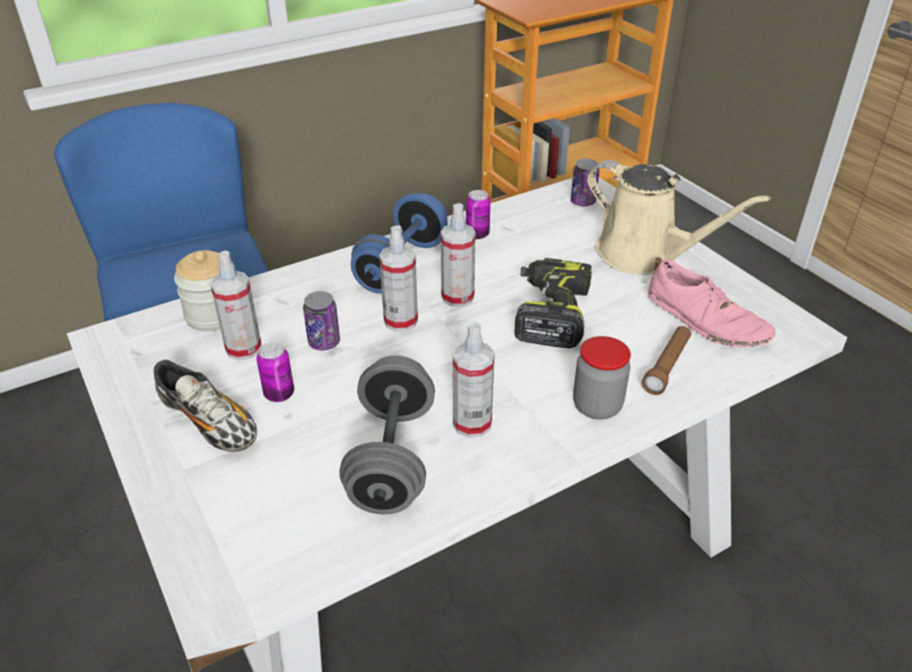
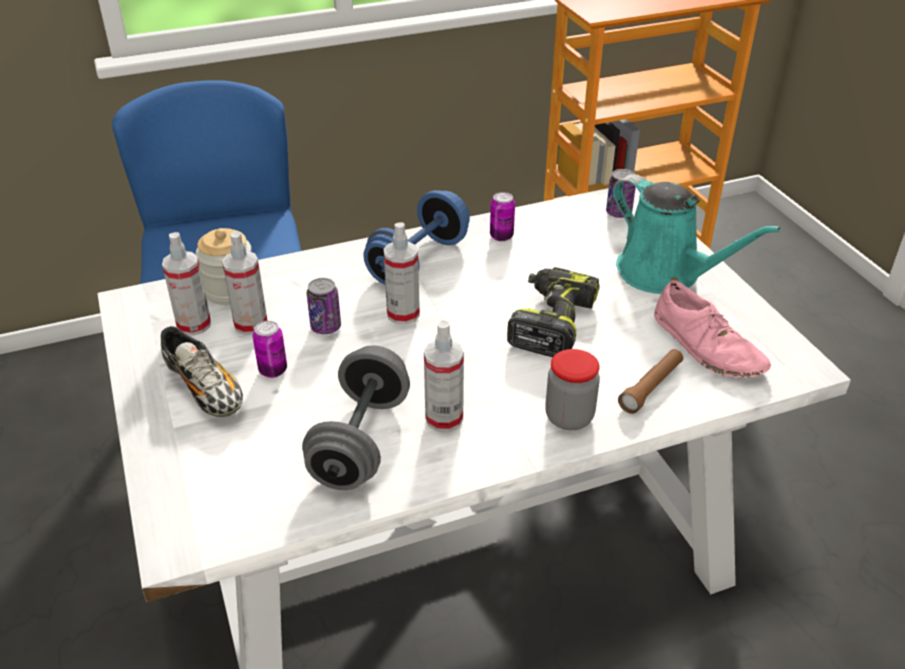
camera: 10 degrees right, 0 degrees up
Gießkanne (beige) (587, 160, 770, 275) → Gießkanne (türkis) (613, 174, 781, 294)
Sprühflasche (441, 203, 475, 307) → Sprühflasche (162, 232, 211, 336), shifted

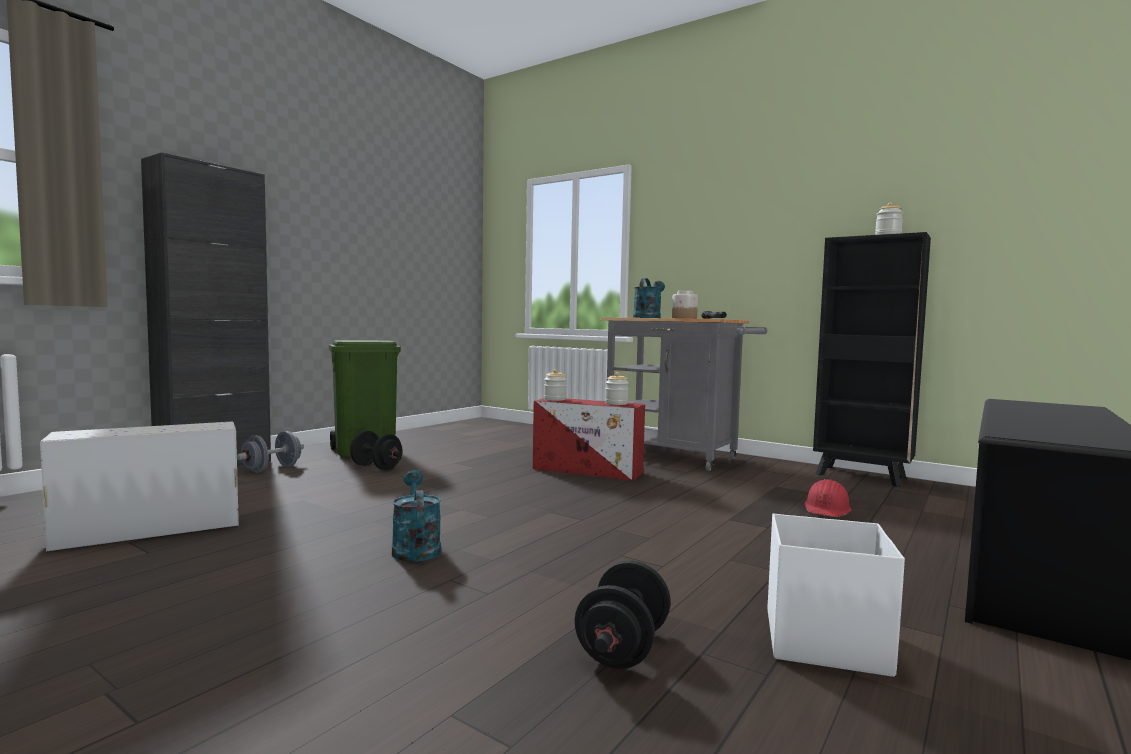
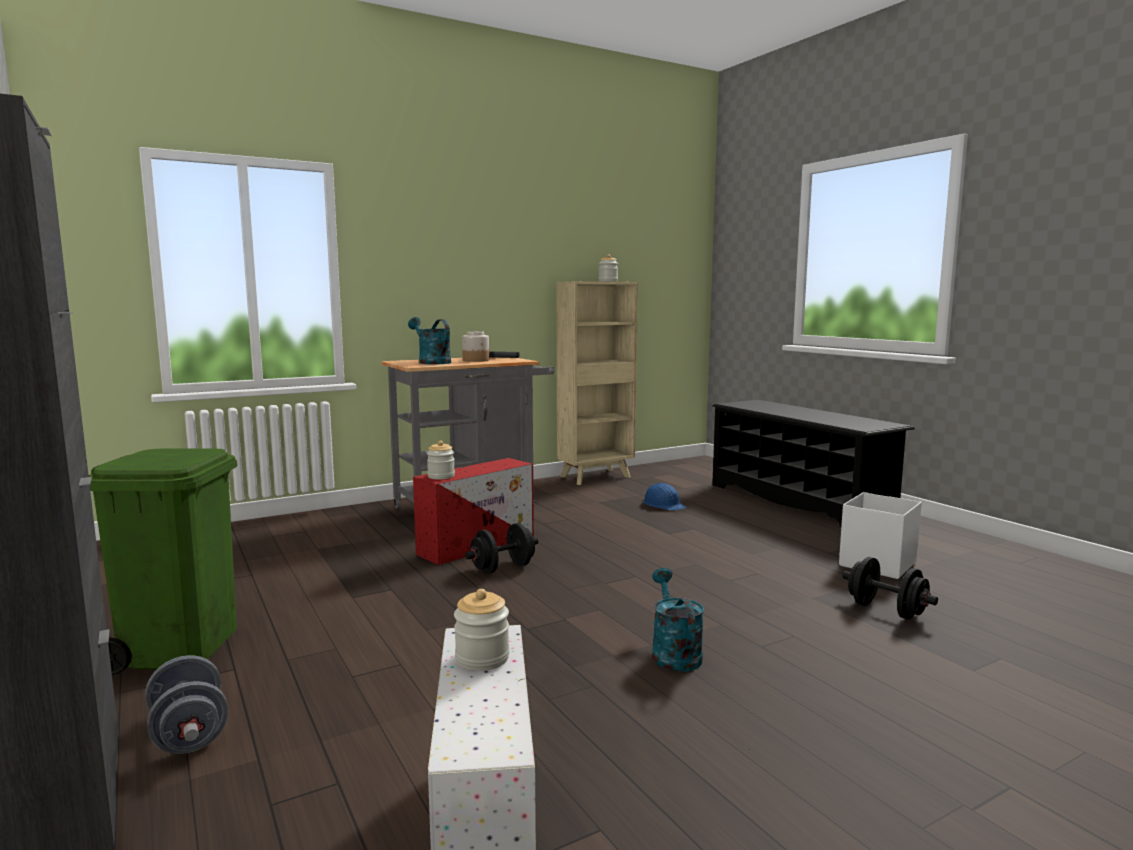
camera: 65 degrees left, 5 degrees up
Bücherregal (schwarz) (813, 232, 931, 487) → Bücherregal (beige) (557, 281, 638, 485)
Vorratsglas (605, 372, 629, 405) → Vorratsglas (454, 589, 509, 671), shifted
Hantel (schwarz) (350, 431, 403, 470) → Hantel (schwarz) (465, 523, 538, 574), shifted
Gießkanne (türkis) (392, 470, 441, 562) → Gießkanne (türkis) (652, 568, 704, 672), 75 degrees clockwise
Schutzhelm (rot) (804, 479, 851, 517) → Schutzhelm (blau) (643, 483, 686, 511)

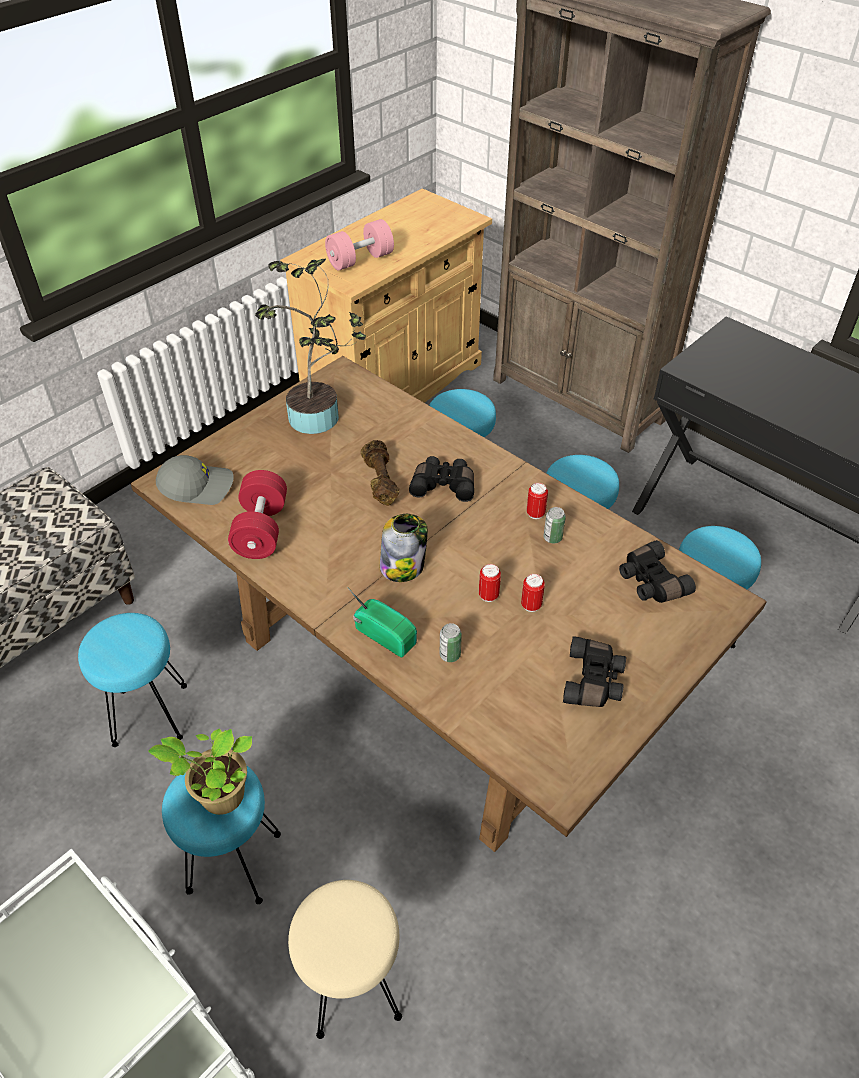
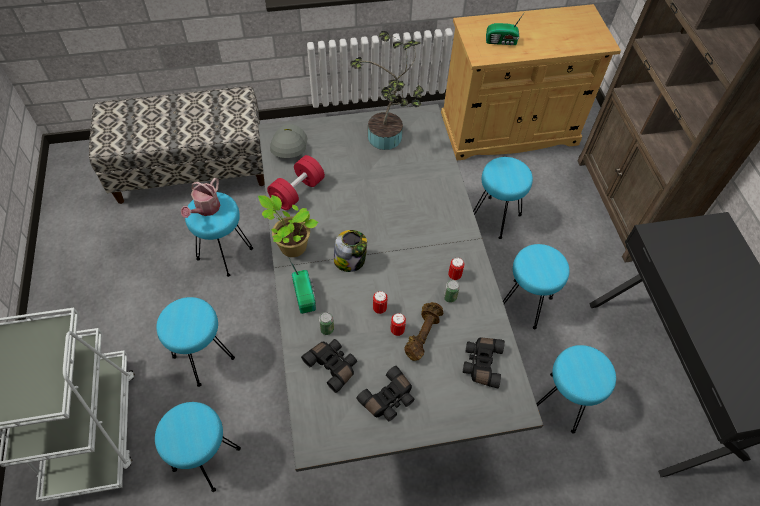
camera: 35 degrees right, 10 degrees up
Hantel (rosa) (325, 219, 394, 271) → Radio (486, 12, 525, 45)
Esstisch (braun) (130, 356, 767, 852) → Esstisch (grau) (258, 104, 543, 472)
Hantel (braun) (360, 440, 399, 506) → Hantel (braun) (404, 302, 443, 361), shifted
Kappe (grau) (156, 455, 234, 505) → Kappe (grau) (270, 124, 307, 158), 120 degrees counterclockwise
Fernglas (schwarz) (409, 456, 474, 502) → Fernglas (schwarz) (301, 339, 357, 393), shifted
Topfpflanze (148, 728, 252, 815) → Topfpflanze (258, 195, 319, 257), shifted
Hocker (beige) (288, 880, 402, 1039) → Hocker (türkis) (155, 402, 241, 492)
- → Gießkanne (181, 178, 220, 218)

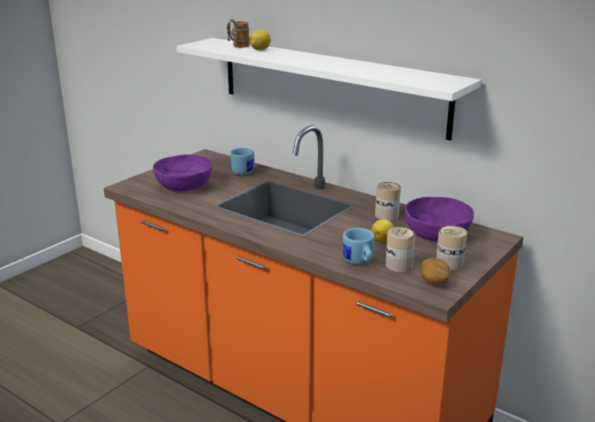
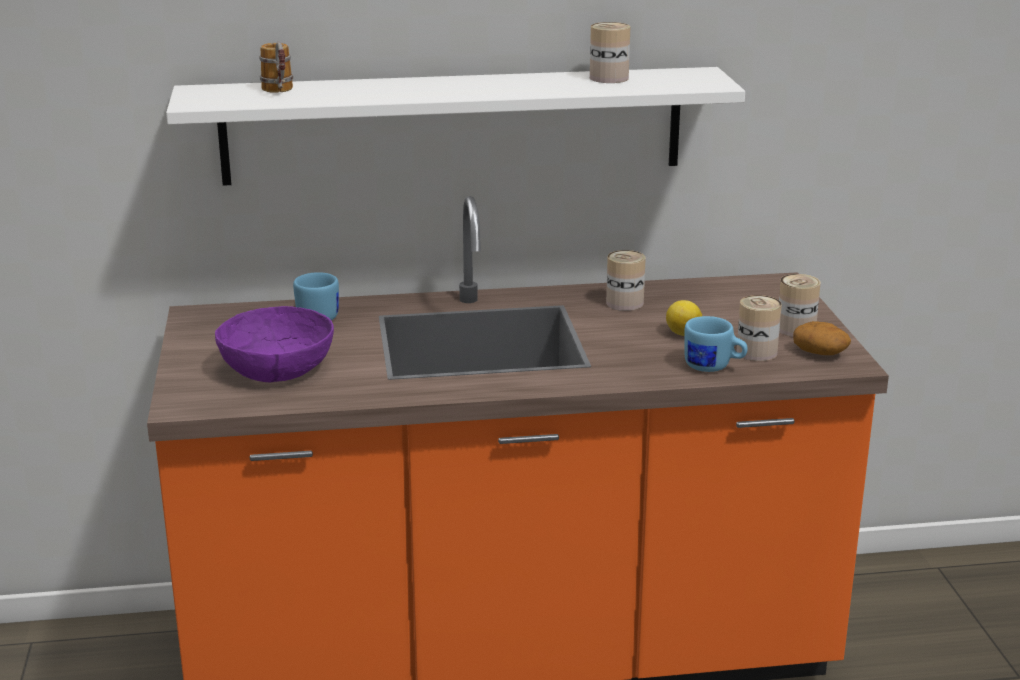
camera: 45 degrees left, 0 degrees up
Zitrone (250, 30, 271, 50) → -
Schüssel (lila) (405, 197, 474, 241) → -
- → Dose (590, 22, 630, 83)

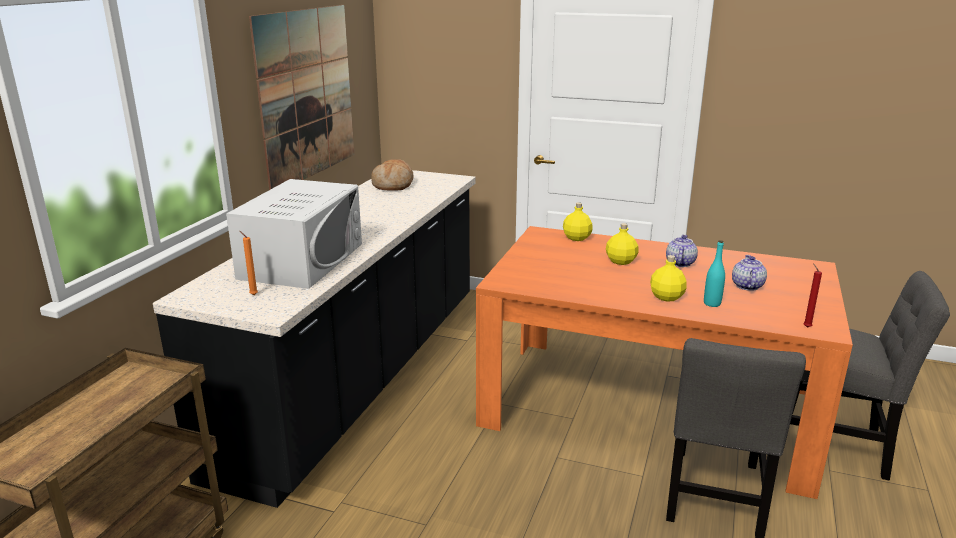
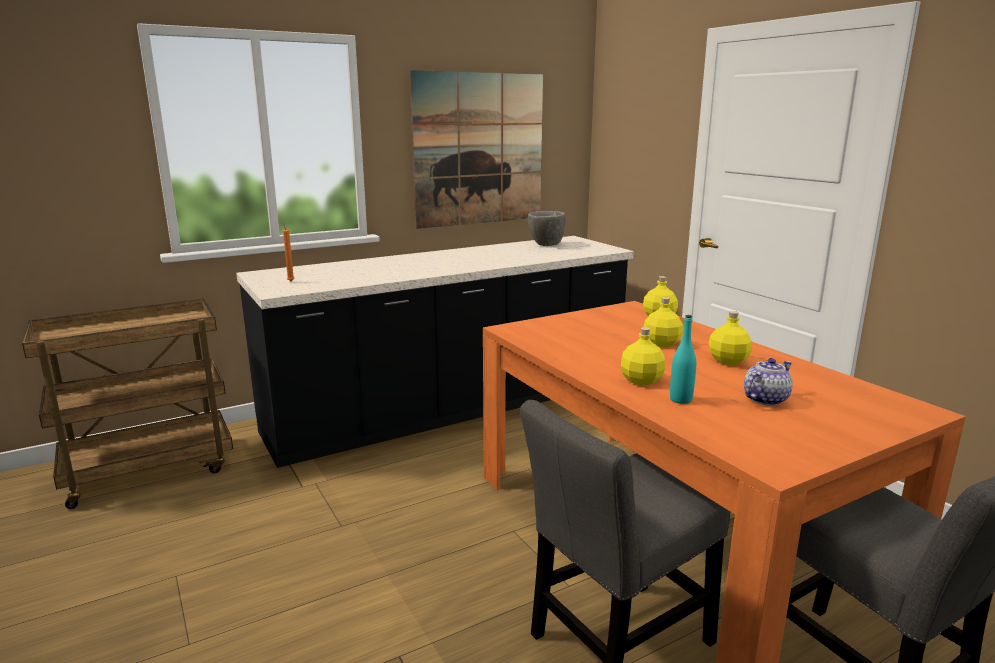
camera: 40 degrees right, 5 degrees down
Brot (371, 159, 414, 191) → Schüssel (grau) (528, 211, 566, 246)
Mikrowelle (weiß) (226, 179, 362, 289) → -
Teekanne (666, 235, 698, 267) → Flasche (gelb) (708, 311, 752, 365)
Kerze (rot) (804, 263, 822, 328) → -

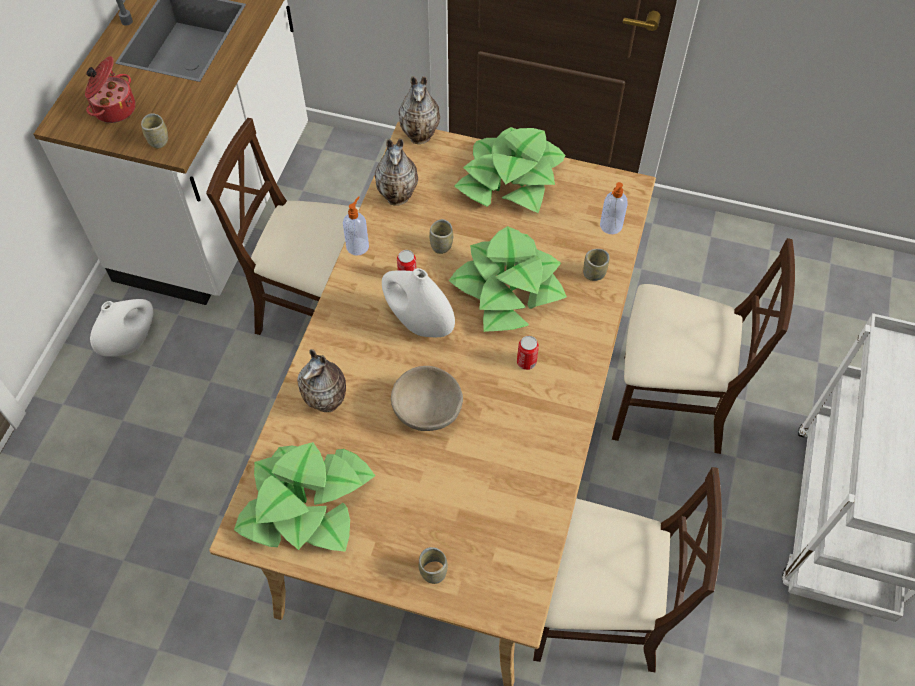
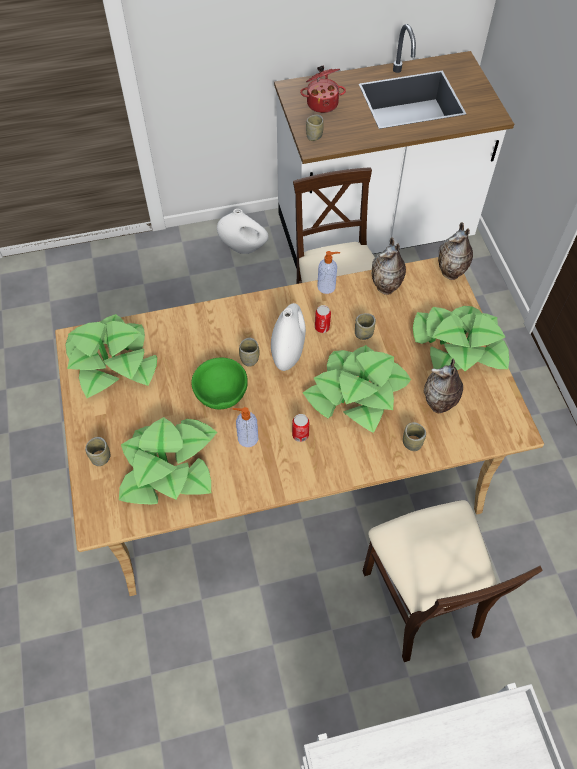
camera: 60 degrees right, 0 degrees up
Seifenspender (600, 182, 628, 234) → Seifenspender (233, 407, 258, 447), shifted
Vase (297, 349, 346, 412) → Vase (424, 359, 463, 413), shifted
Schüssel (beige) (391, 366, 463, 431) → Schüssel (grün) (191, 357, 248, 409)
Stuhl (beige) (533, 467, 722, 672) → -
- → Tasse (239, 338, 260, 367)
- → Topfpflanze (119, 417, 217, 505)

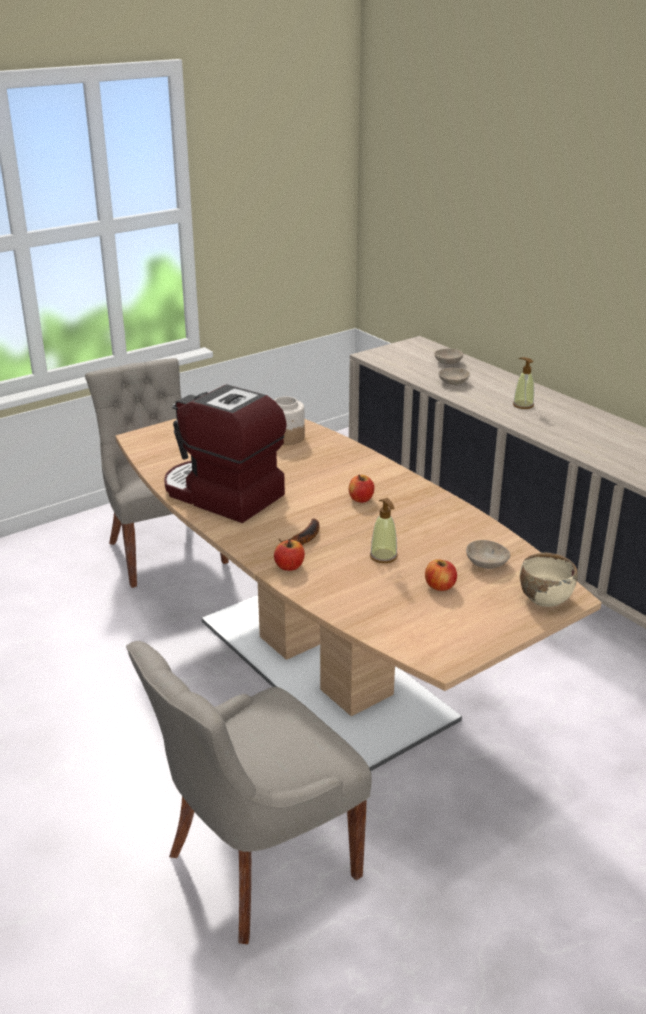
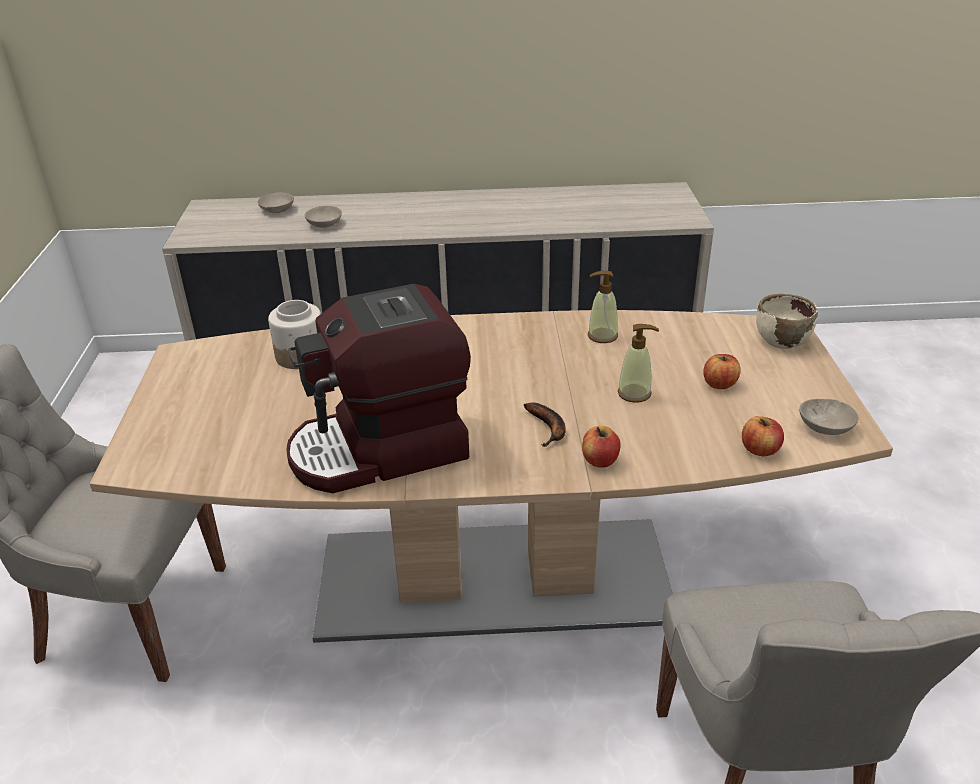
camera: 55 degrees left, 5 degrees up
Seifenspender (513, 357, 534, 409) → Seifenspender (588, 271, 618, 343), shifted
Apfel (349, 474, 374, 503) → Apfel (742, 416, 784, 456), shifted
Schüssel (beige) (466, 540, 510, 569) → Schüssel (beige) (799, 399, 858, 435), shifted

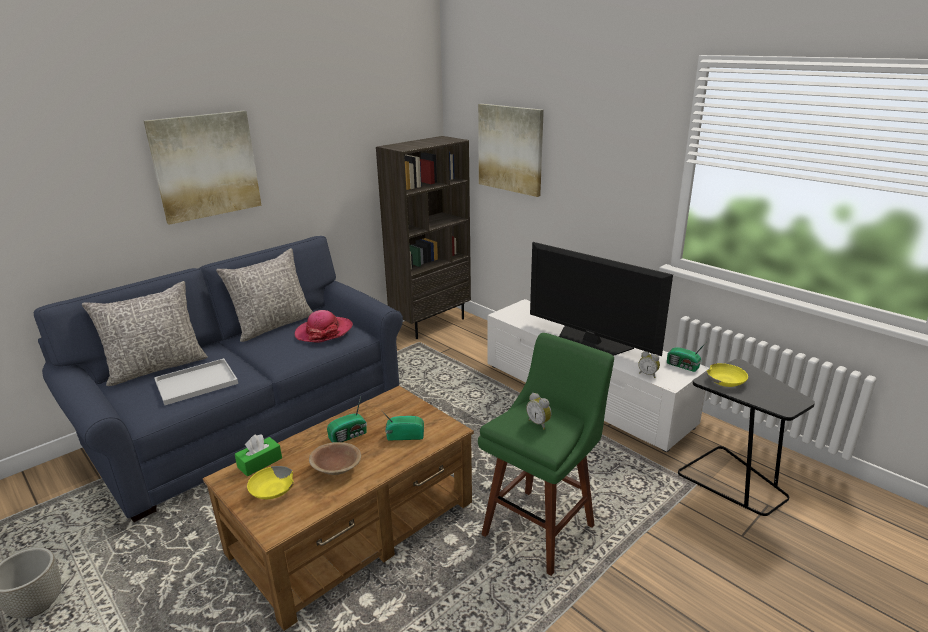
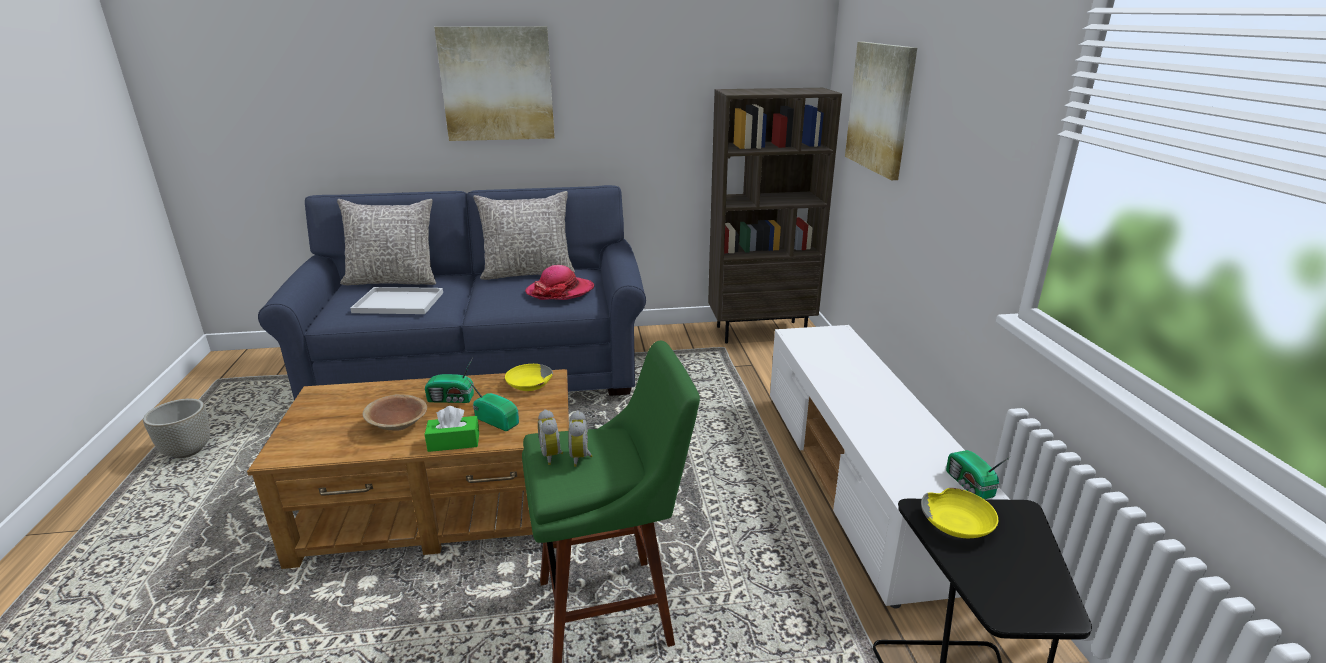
camera: 35 degrees right, 0 degrees up
Fernseher (530, 242, 673, 356) → -
Wecker (638, 351, 660, 378) → Wecker (538, 409, 563, 465), shifted
Taschentuchbox (grün) (235, 435, 282, 477) → Taschentuchbox (grün) (425, 406, 479, 452), shifted
Schüssel (gelb) (247, 466, 294, 499) → Schüssel (gelb) (505, 364, 553, 391), shifted

